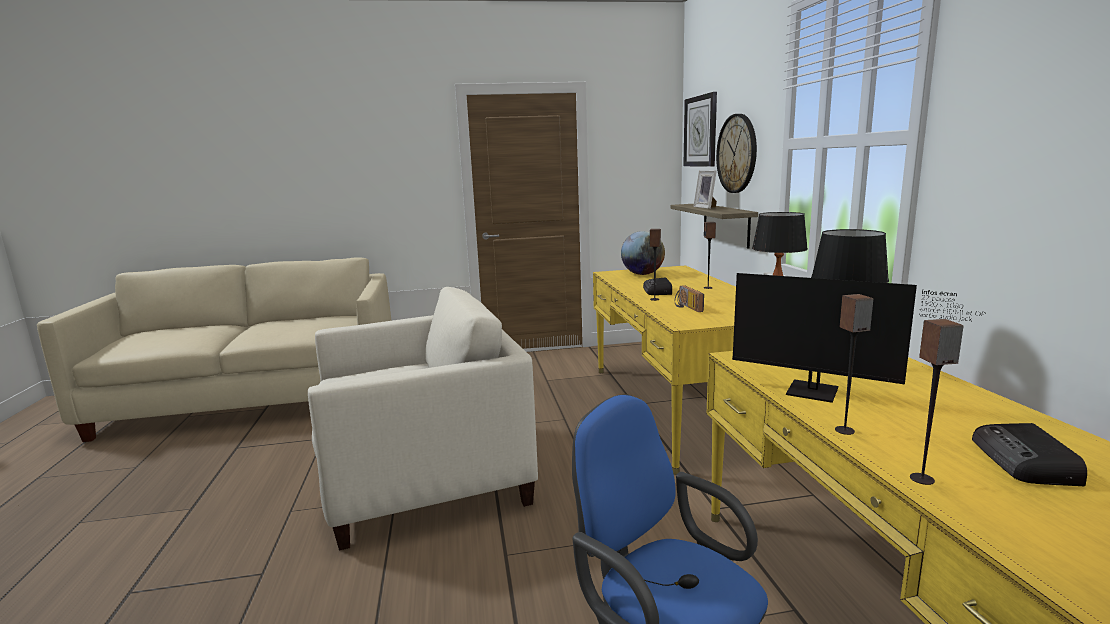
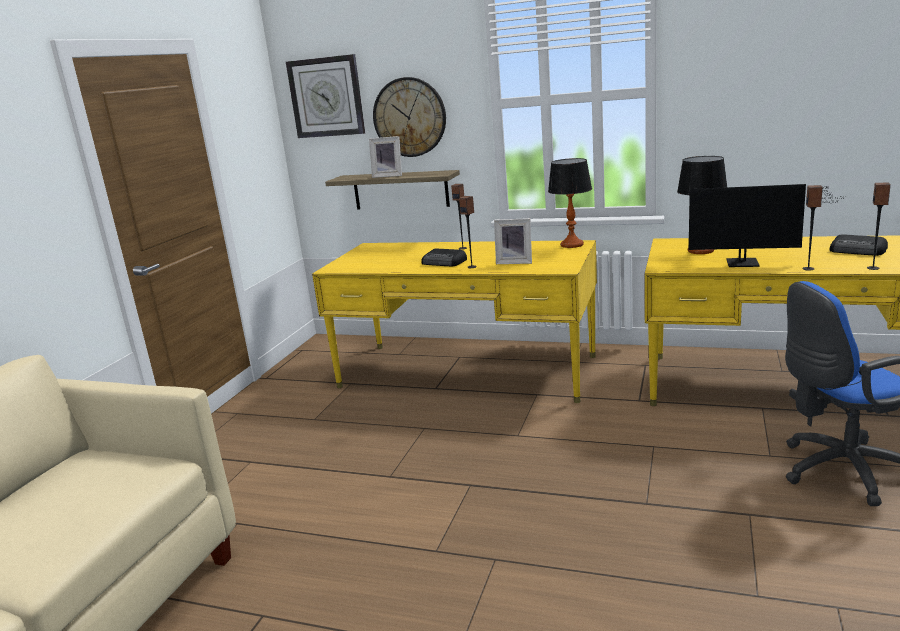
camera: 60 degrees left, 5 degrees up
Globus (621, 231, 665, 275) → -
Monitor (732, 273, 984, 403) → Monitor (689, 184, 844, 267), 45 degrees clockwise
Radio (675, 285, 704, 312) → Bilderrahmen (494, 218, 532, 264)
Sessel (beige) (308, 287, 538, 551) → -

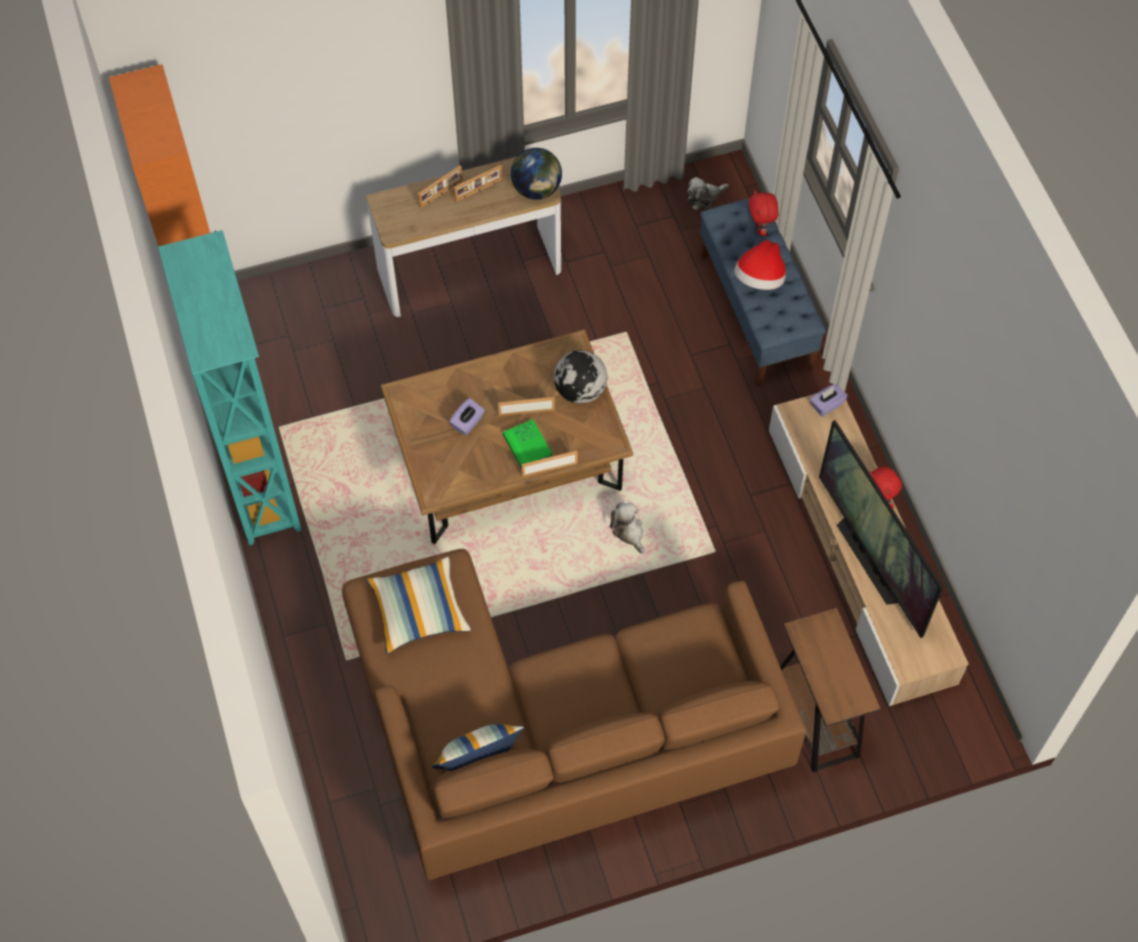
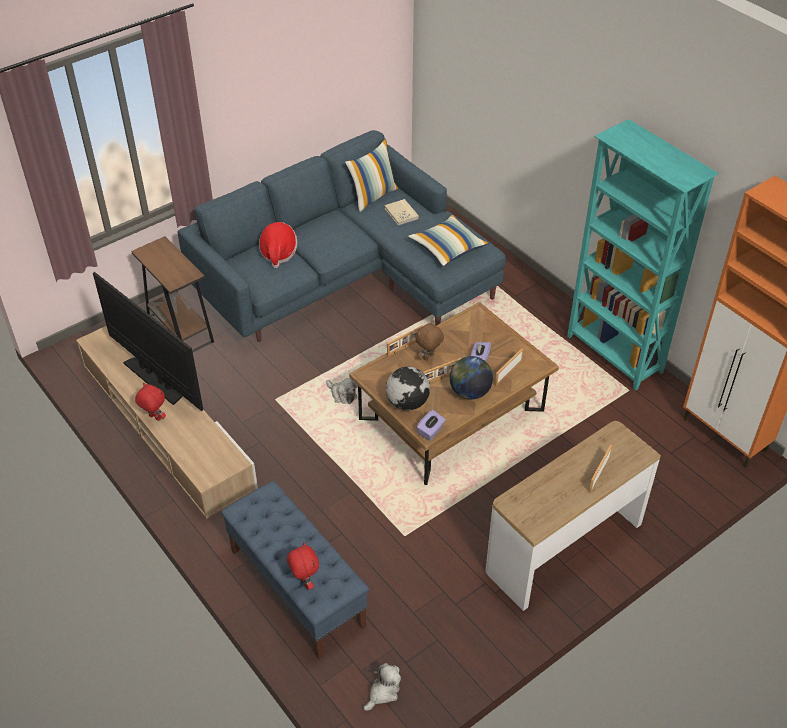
camera: 160 degrees right, 15 degrees down
Globus (511, 148, 562, 200) → Globus (450, 356, 493, 400), shifted
Bilderrahmen (454, 165, 503, 202) → Bilderrahmen (495, 348, 523, 386), shifted
Hut (734, 240, 786, 290) → Hut (259, 222, 297, 268), shifted
Taschentuchbox (lila) (810, 384, 847, 417) → Taschentuchbox (lila) (416, 410, 446, 440), shifted
Buch (grün) (503, 419, 552, 469) → Plüschtier (braun) (415, 321, 444, 361)
Sofa (braun) (342, 549, 806, 880) → Sofa (blau) (177, 130, 506, 342)
- → Buch (beige) (384, 199, 419, 225)

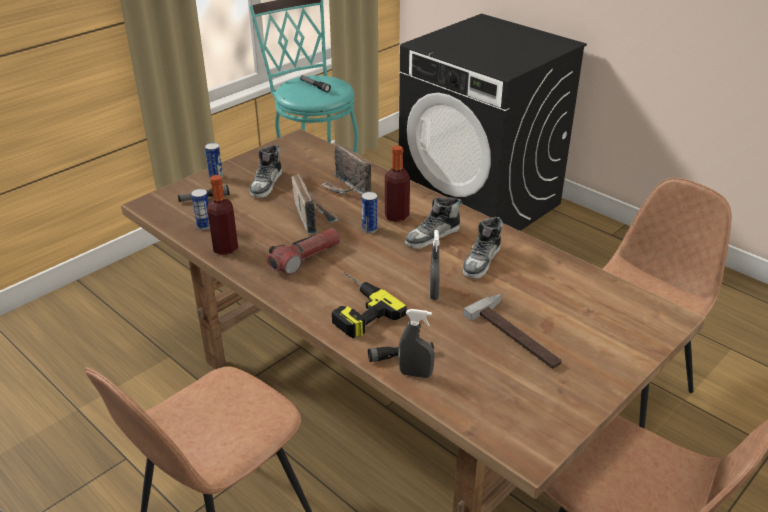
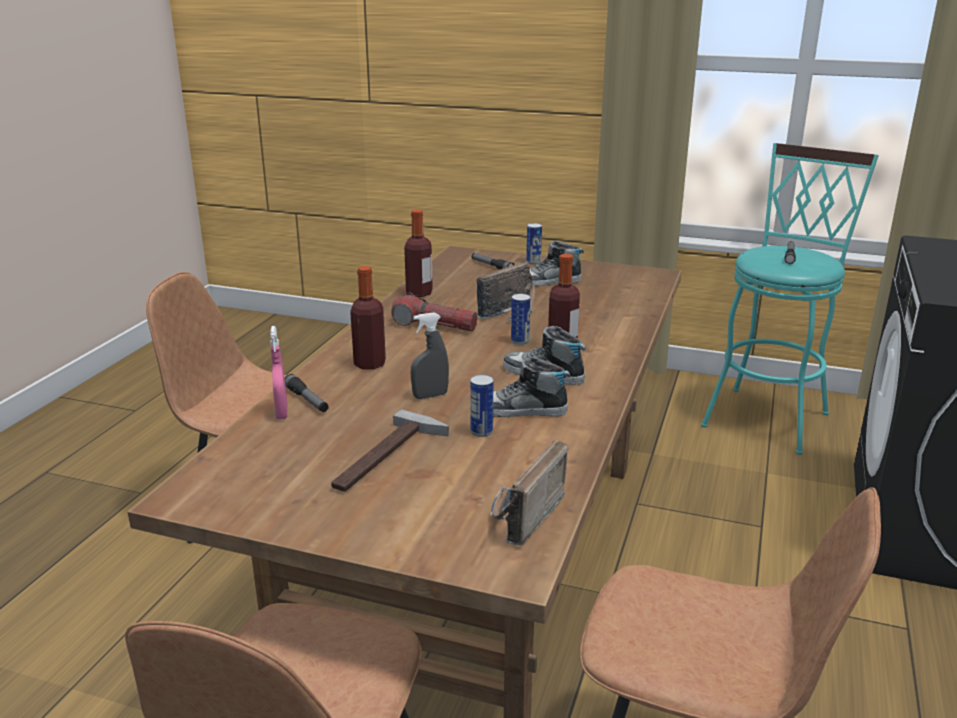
camera: 65 degrees right, 10 degrees down
Radio (321, 144, 372, 195) → Radio (490, 440, 568, 546), shifted
Dose (191, 189, 210, 230) → Dose (470, 375, 493, 437), shifted
Bohrmaschine (332, 272, 407, 338) → Flasche (350, 266, 386, 370)
Sprühflasche (grau) (398, 309, 435, 378) → Sprühflasche (rosa) (270, 326, 288, 420)

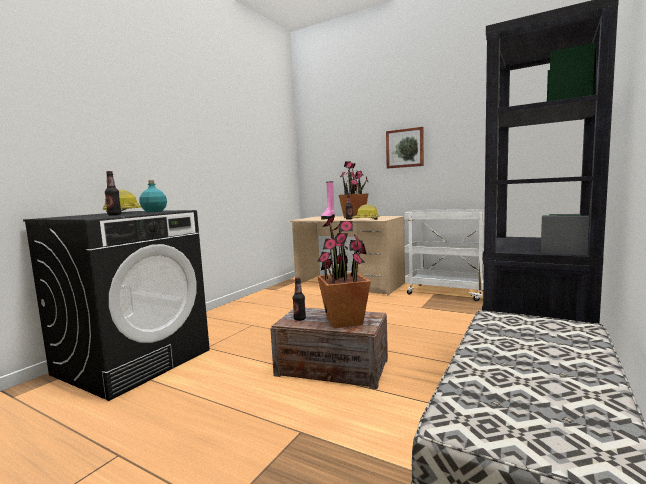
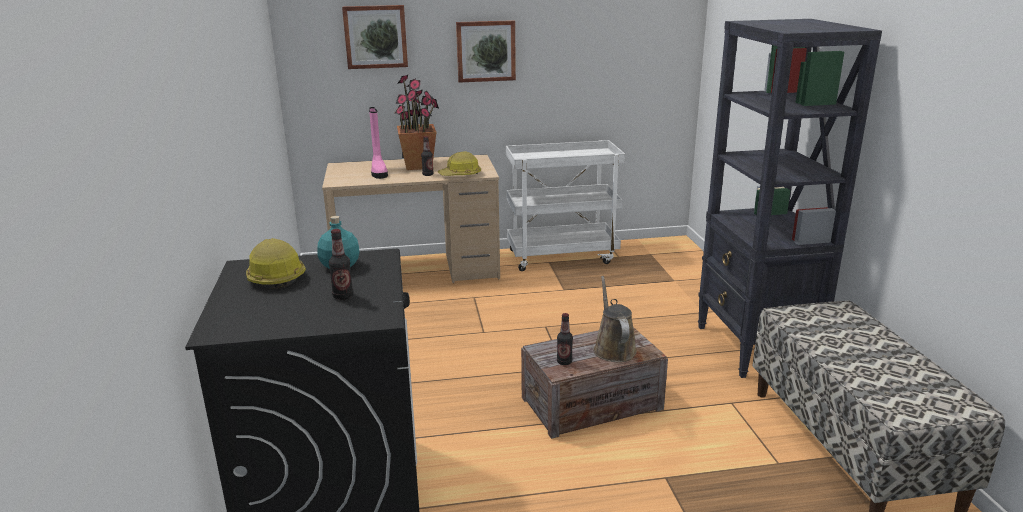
camera: 40 degrees left, 15 degrees up
Topfpflanze (317, 216, 371, 328) → Gießkanne (braun) (593, 276, 637, 362)
- → Bild (342, 5, 408, 69)

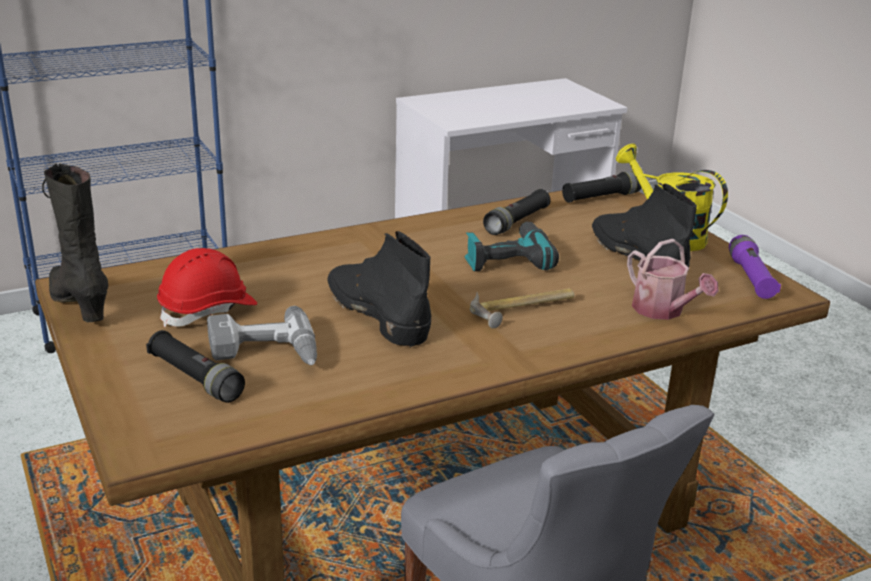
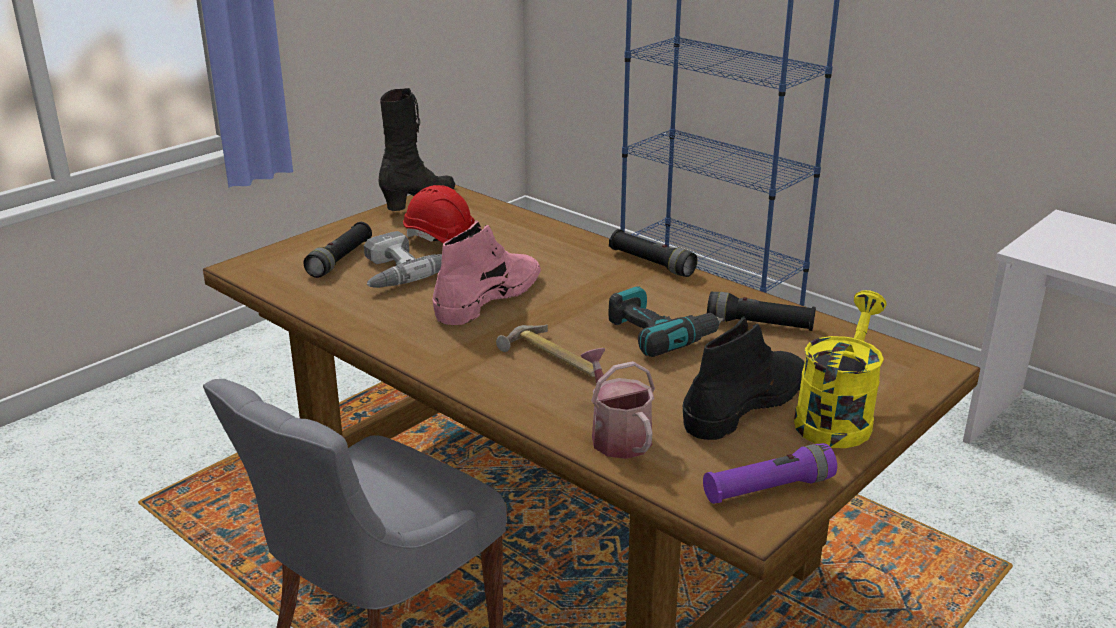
camera: 70 degrees right, 0 degrees up
Taschenlampe (schwarz) (562, 171, 642, 203) → Taschenlampe (schwarz) (609, 229, 697, 277), shifted
Stiefel (schwarz) (328, 231, 431, 348) → Stiefel (rosa) (432, 220, 541, 325)
Gießkanne (627, 239, 719, 320) → Gießkanne (580, 348, 655, 459), 120 degrees clockwise

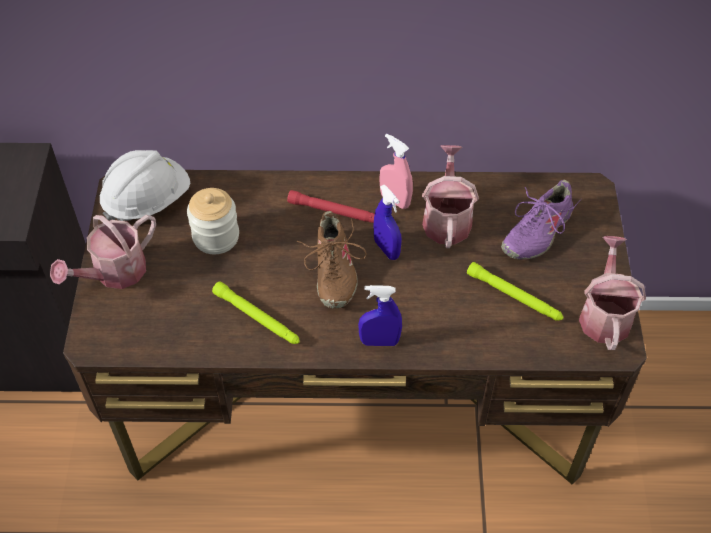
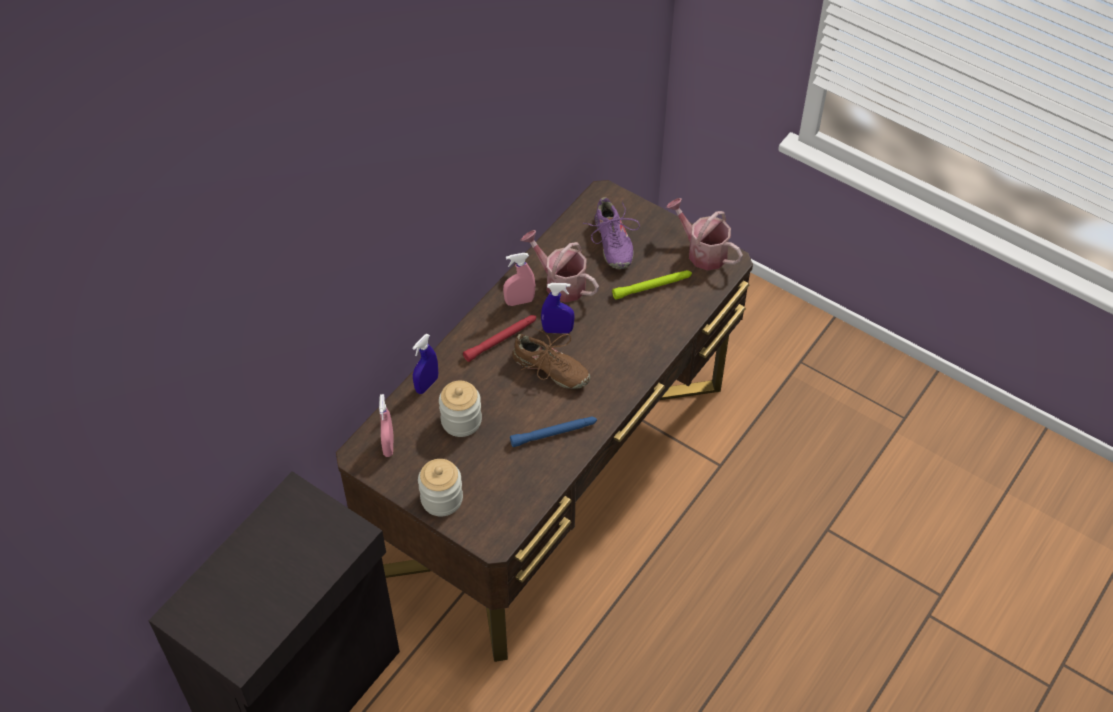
camera: 55 degrees left, 0 degrees up
Schutzhelm (weiß) (100, 150, 190, 221) → Sprühflasche (rosa) (379, 394, 394, 457)
Gießkanne (50, 215, 156, 289) → Vorratsglas (418, 459, 463, 516)
Taschenlampe (grün) (212, 282, 300, 344) → Taschenlampe (blau) (510, 416, 597, 447)
Sprühflasche (blau) (358, 285, 402, 346) → Sprühflasche (blau) (412, 334, 438, 394), shifted

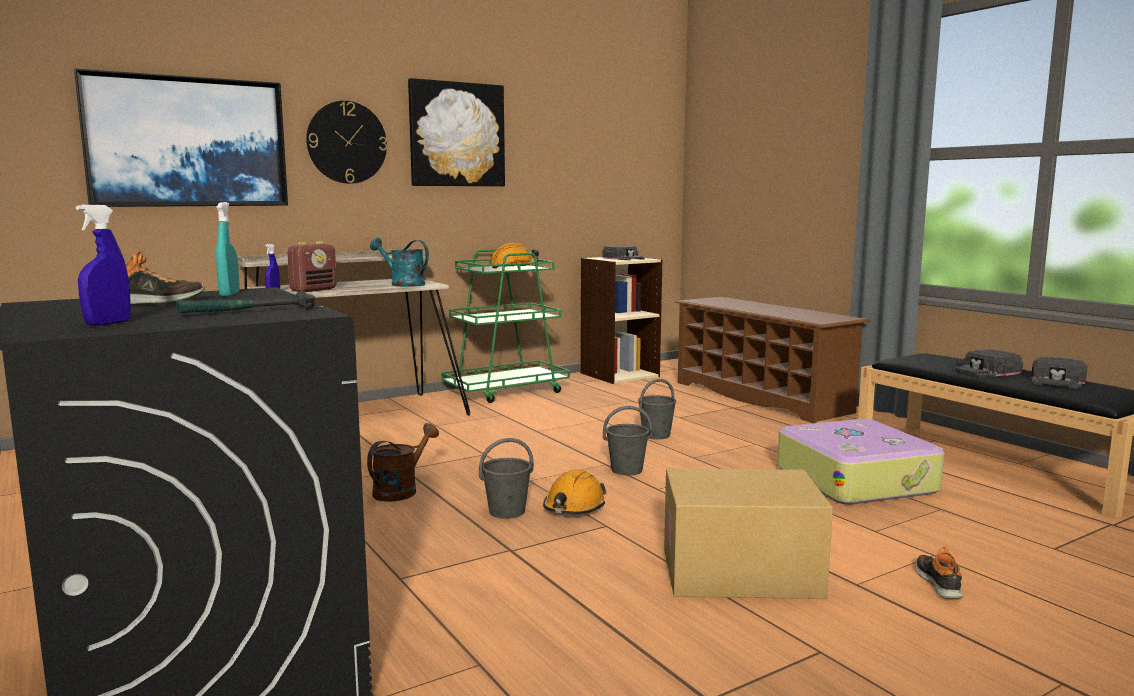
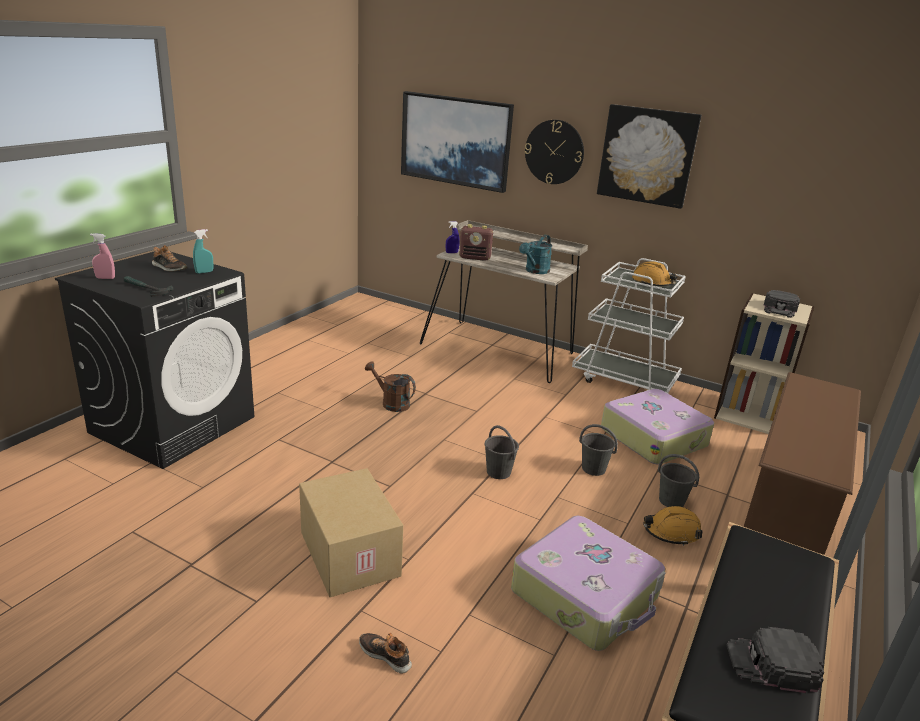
camera: 60 degrees right, 15 degrees up
Sprühflasche (blau) (76, 205, 131, 325) → Sprühflasche (rosa) (90, 233, 115, 279)
Gießkanne (türkis) (370, 238, 429, 287) → Gießkanne (türkis) (519, 235, 553, 274), 150 degrees counterclockwise
Rollwagen (grün) (441, 249, 570, 403) → Rollwagen (weiß) (572, 258, 686, 393)
Kappe (schwarz) (952, 349, 1023, 377) → -
Gießkanne (braun) (367, 423, 439, 502) → Gießkanne (braun) (365, 361, 416, 412), 150 degrees counterclockwise
Eimer (grau) (479, 438, 534, 519) → Eimer (grau) (658, 454, 699, 507), shifted
Schutzhelm (orange) (543, 469, 607, 514) → Schutzhelm (orange) (643, 506, 703, 546), shifted
Schuh (915, 547, 963, 599) → Schuh (359, 633, 412, 673), 120 degrees counterclockwise
- → Koffer (601, 389, 714, 464)

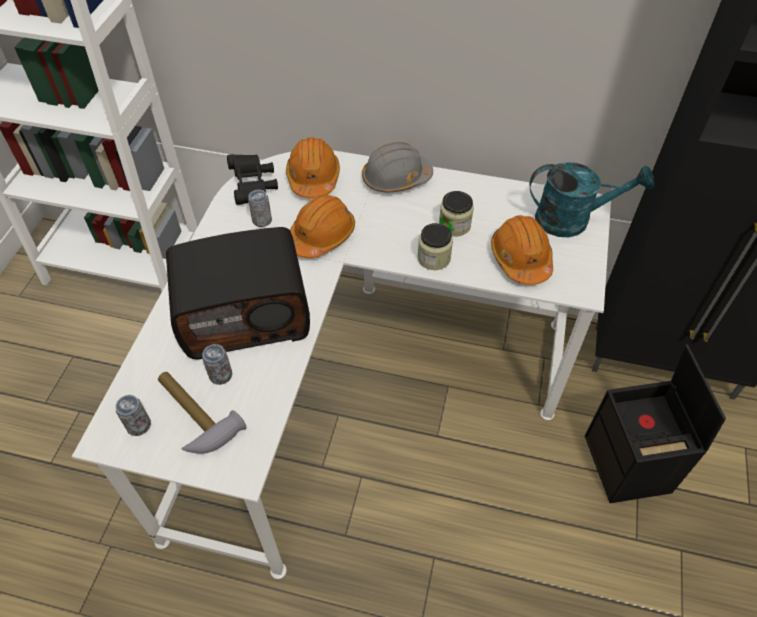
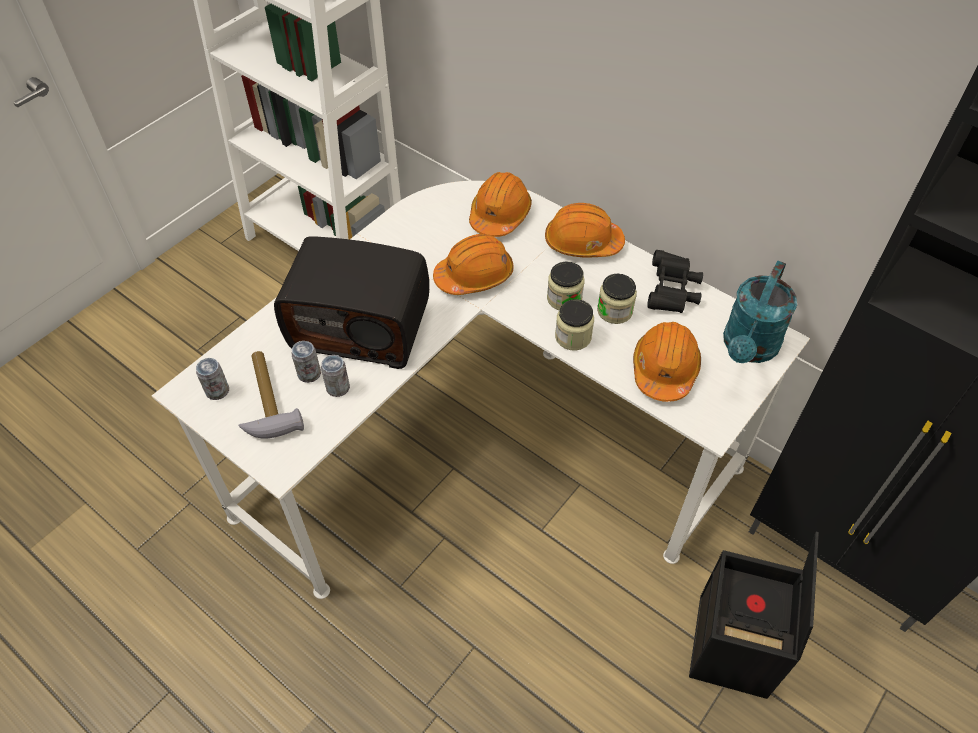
camera: 25 degrees right, 0 degrees up
Schutzhelm (grau) (362, 142, 433, 192) → Schutzhelm (orange) (545, 203, 625, 258)
Fernglas (schwarz) (227, 154, 278, 205) → Fernglas (schwarz) (647, 250, 703, 313), shifted
Gießkanne (türkis) (529, 162, 655, 237) → Gießkanne (türkis) (723, 261, 797, 363), 90 degrees clockwise
Dose (248, 190, 272, 227) → Dose (321, 355, 350, 397), shifted
- → Vorratsglas (547, 262, 585, 310)

